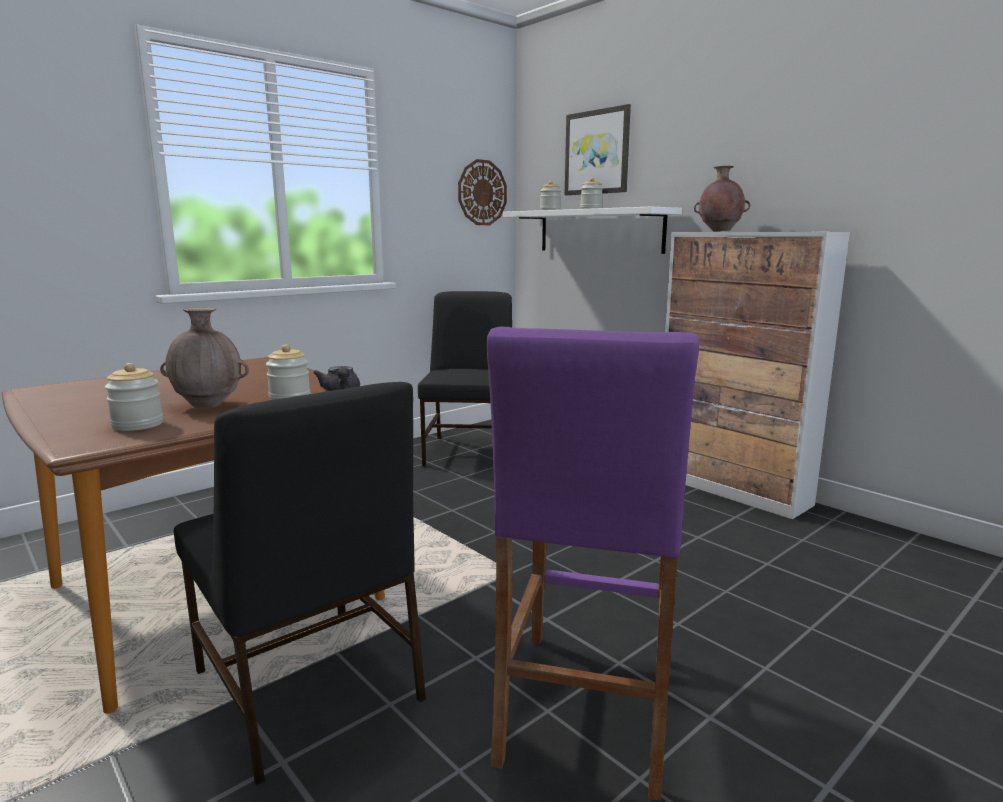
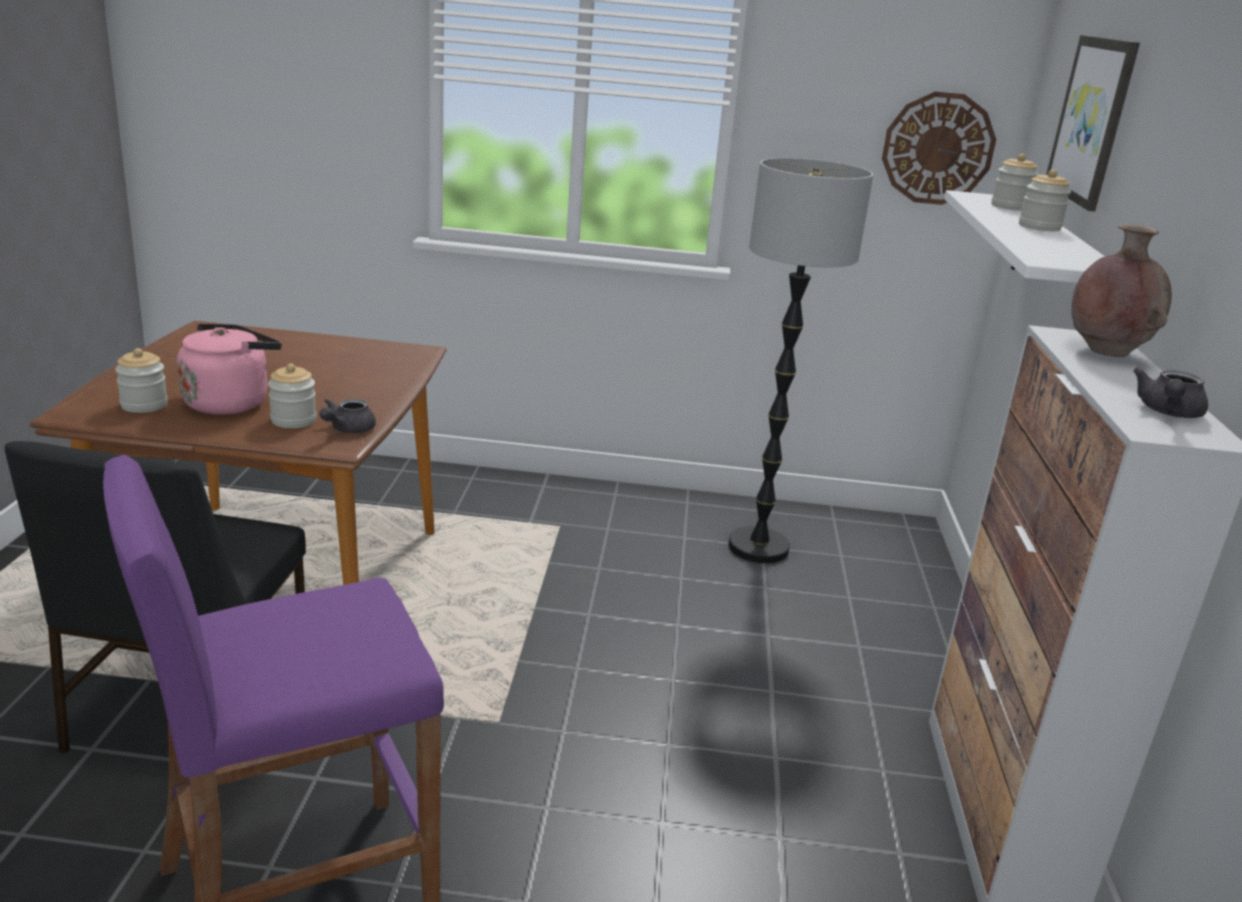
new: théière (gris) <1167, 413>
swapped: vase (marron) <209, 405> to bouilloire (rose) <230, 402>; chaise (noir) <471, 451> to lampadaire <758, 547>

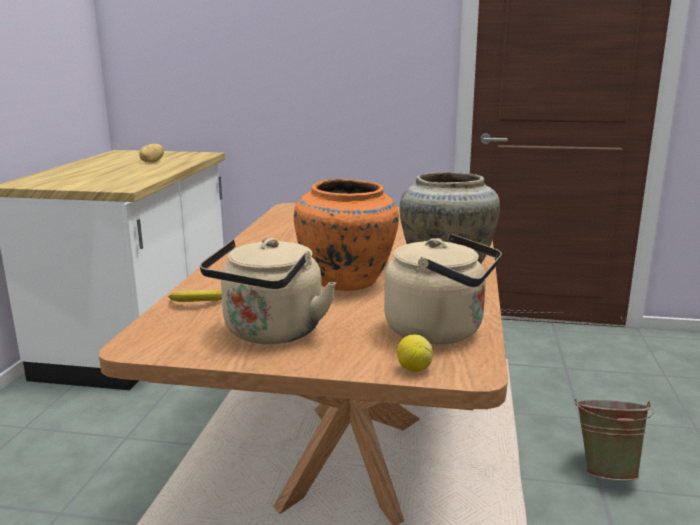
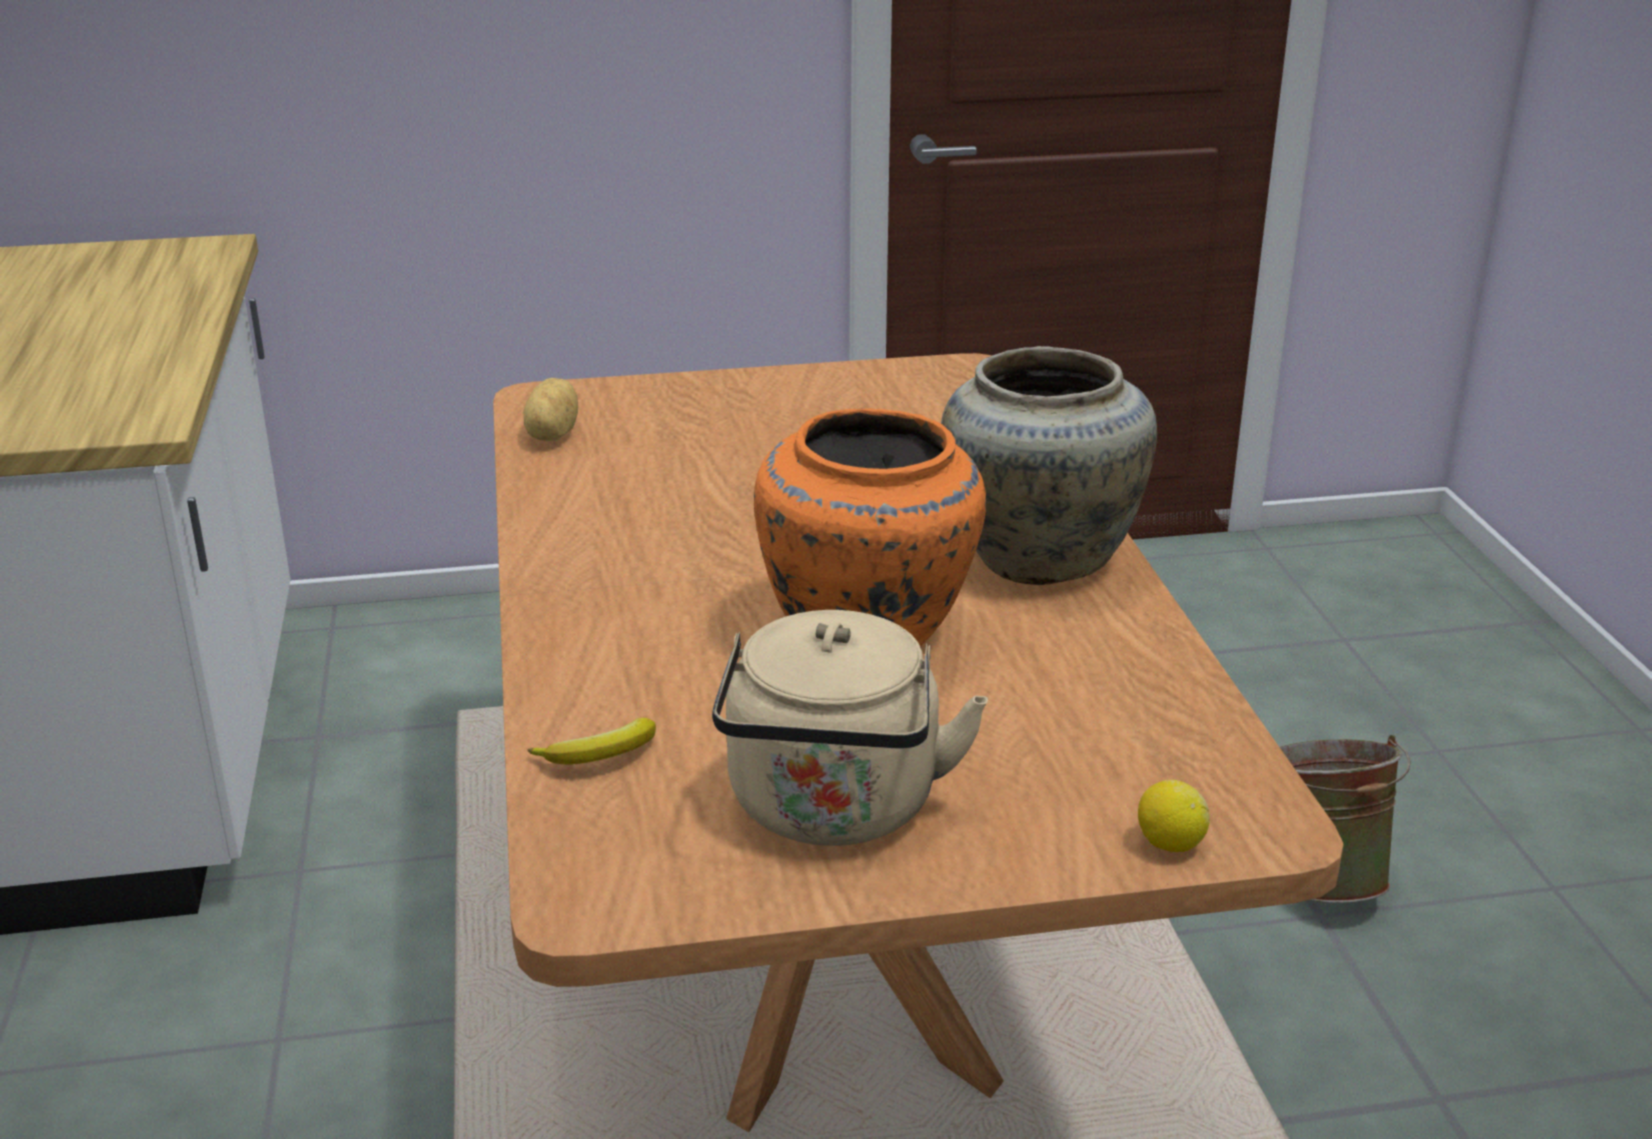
gone: bouilloire (beige) <440, 331>
shifted: pomme de terre <151, 162> to <549, 435>

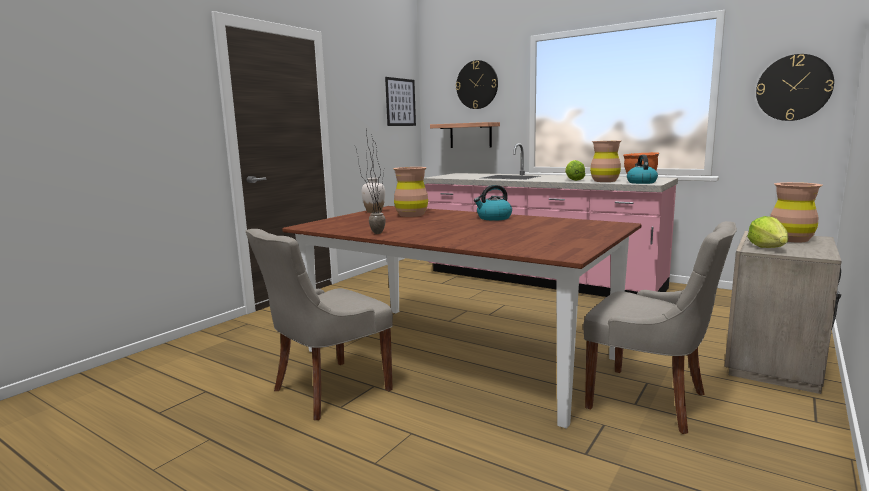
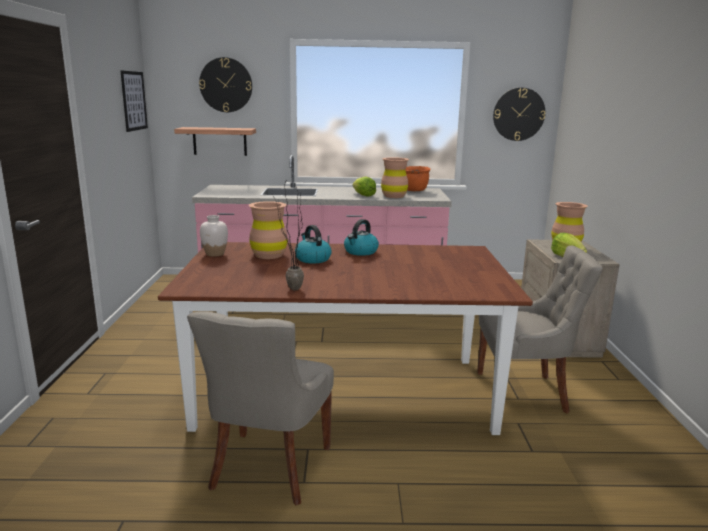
shifted: bouilloire <641, 182> to <312, 259>

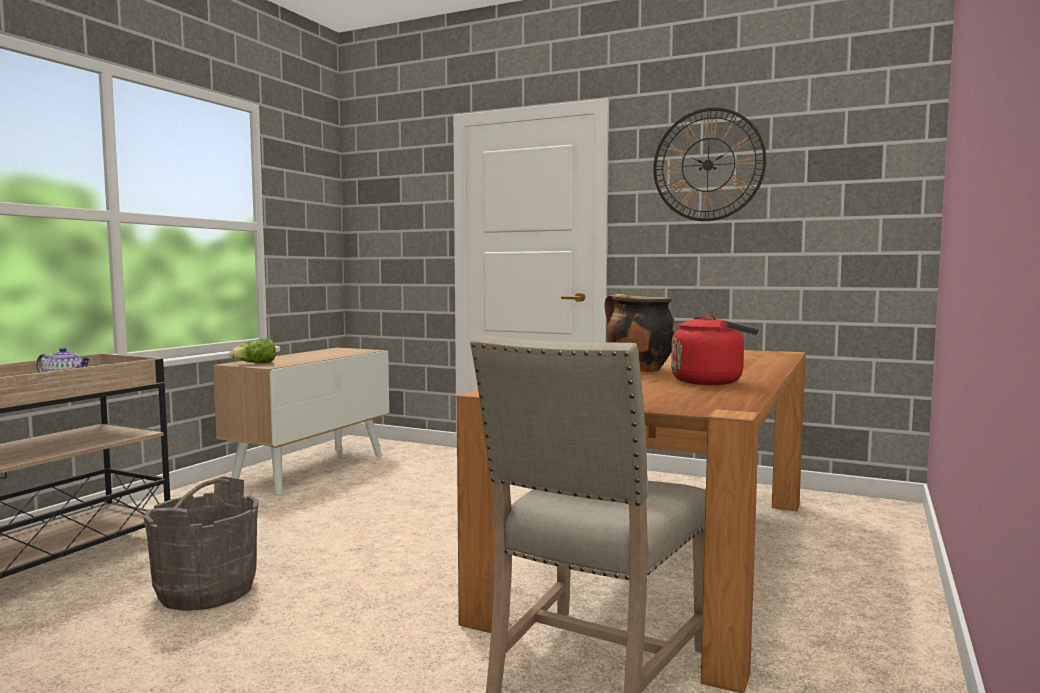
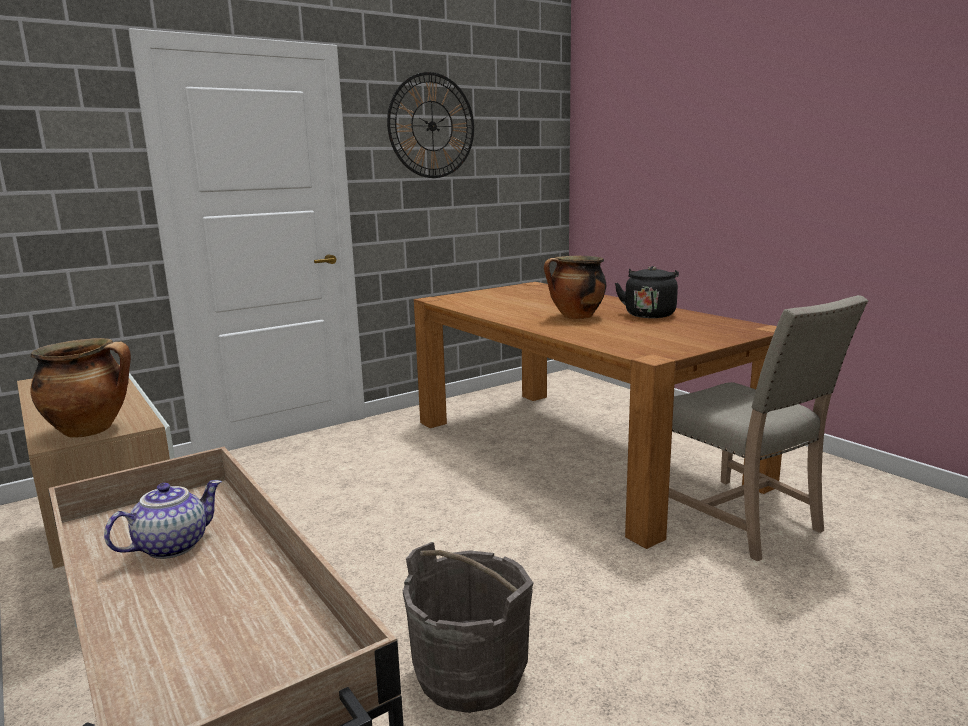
swapped: laitue <255, 364> to marmite <91, 430>
repainted: bouilloire (rouge) <710, 382> to bouilloire (noir) <649, 314>

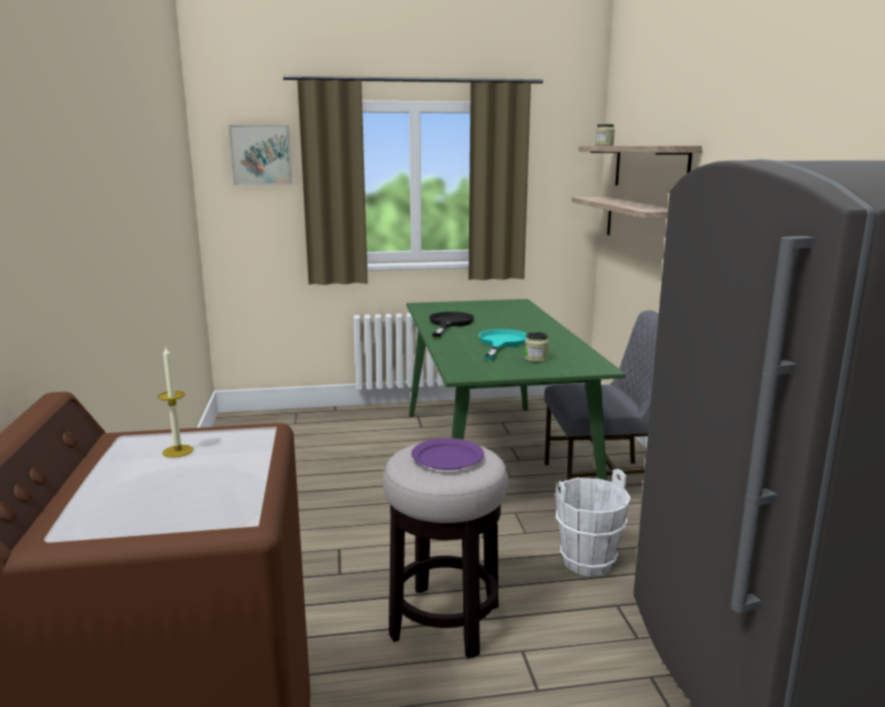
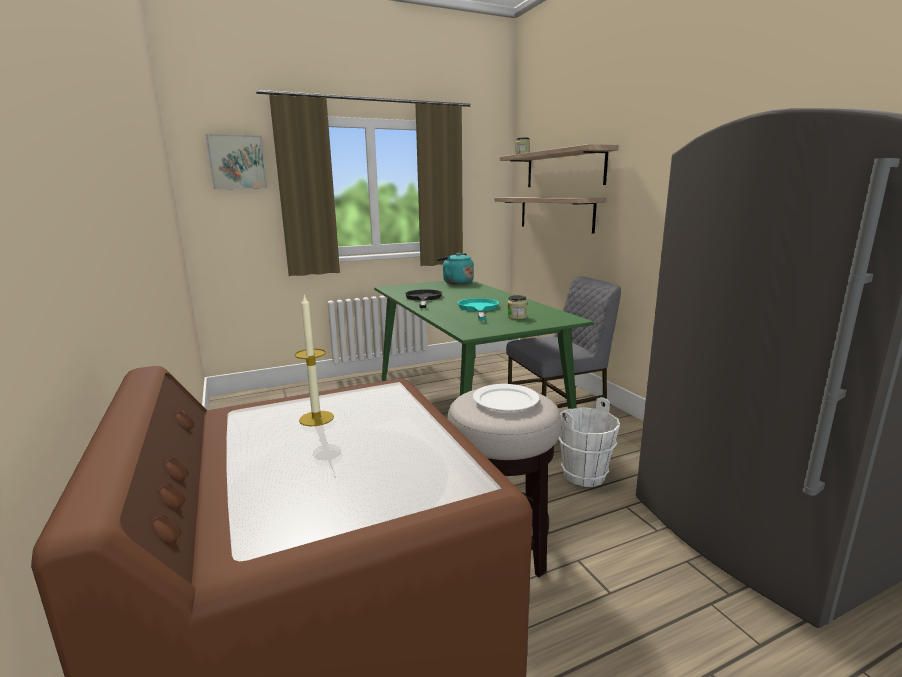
new: bouilloire (turquoise) <456, 282>
repainted: assiette (violet) <448, 457> to assiette (blanc) <506, 400>

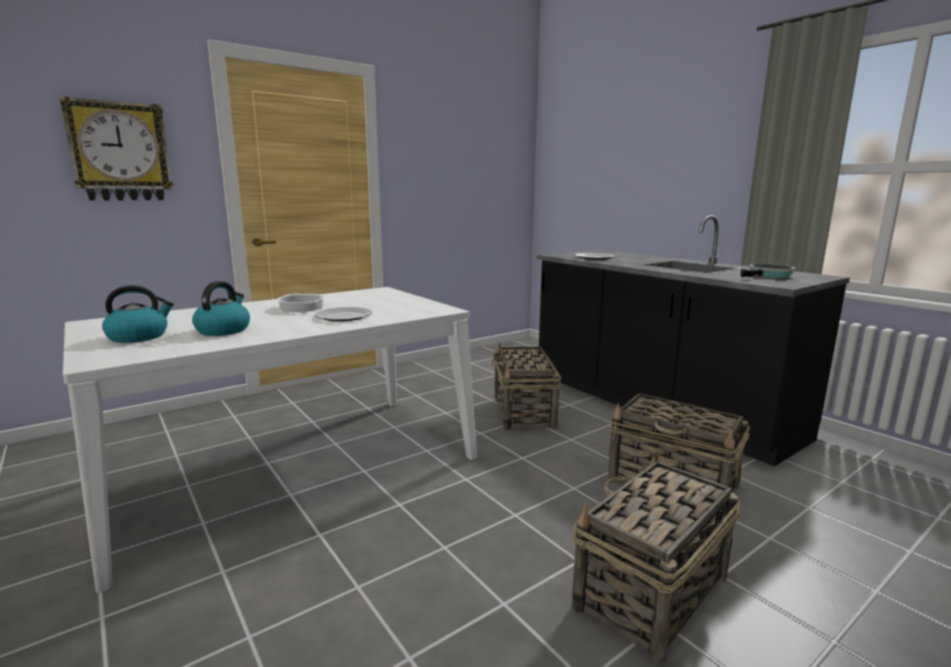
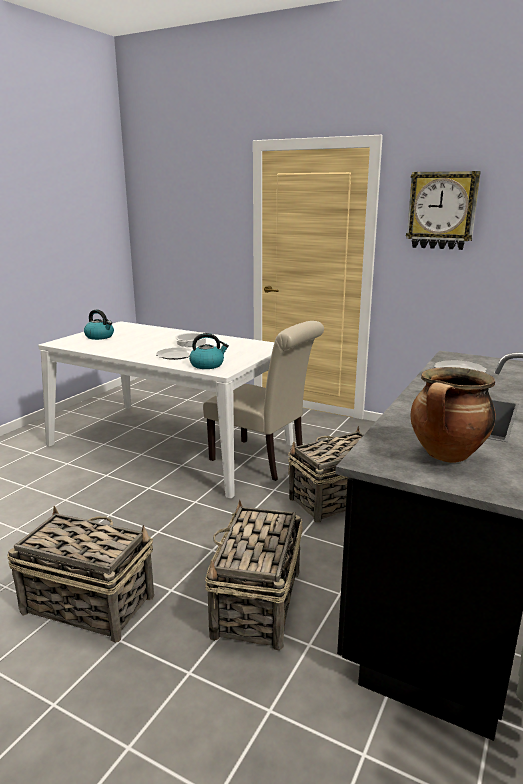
new: chaise (beige) <262, 461>
shifted: bouilloire <223, 330> to <207, 365>; horloge murale <120, 152> to <442, 210>
swapped: poêle <768, 276> to marmite <447, 456>

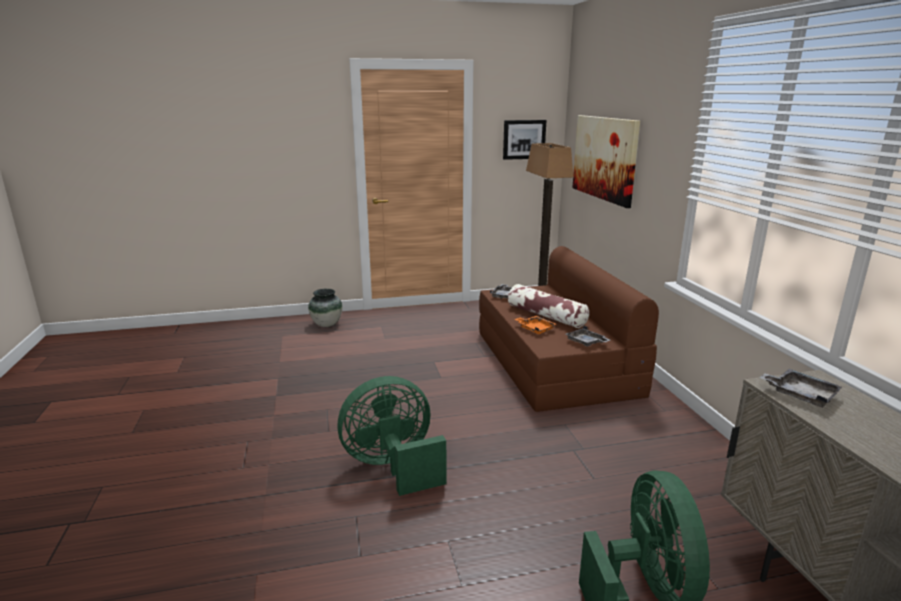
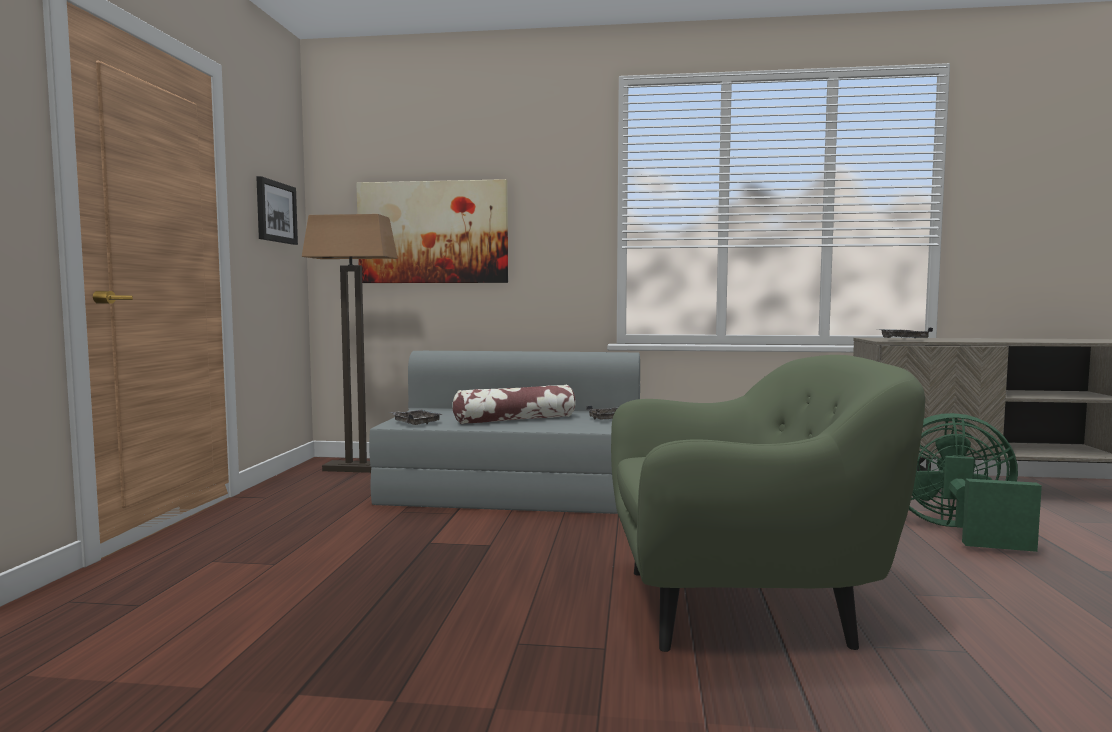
gone: vase <326, 324>; plateau (orange) <535, 329>
swapped: ventilateur (vert) <393, 466> to fauteuil (vert) <742, 606>
repainted: canapé (marron) <554, 361> to canapé (gris) <515, 487>

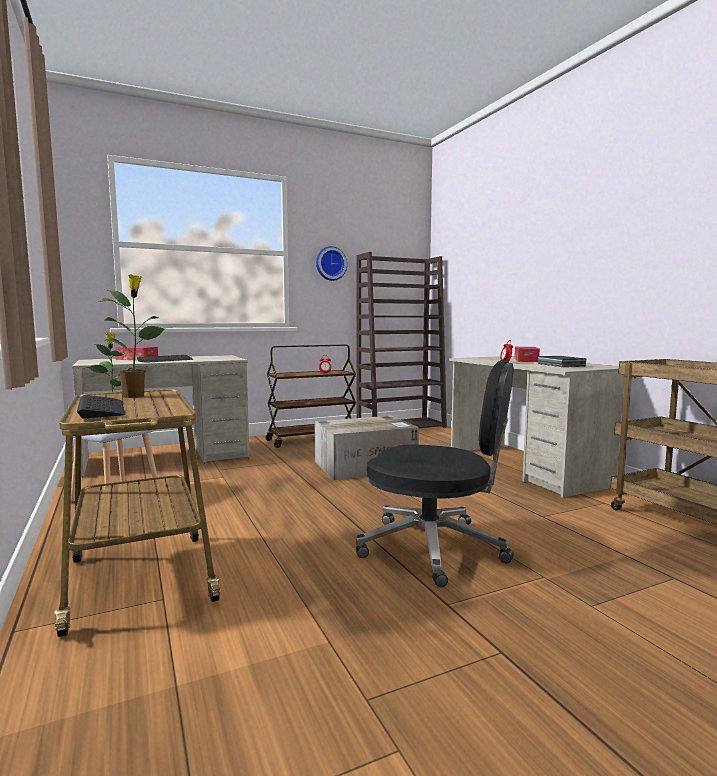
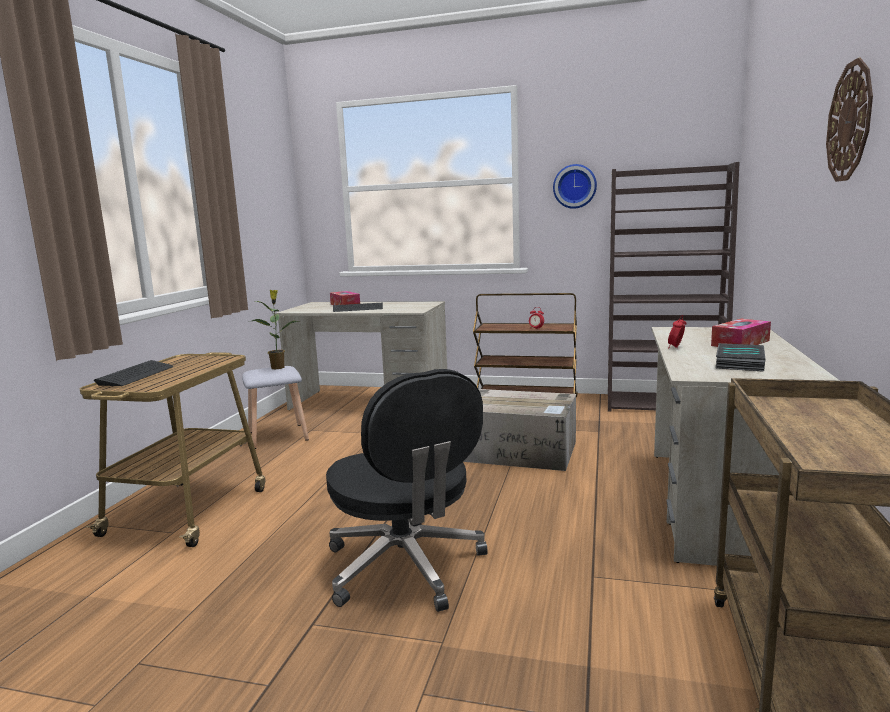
gone: plante en pot <135, 396>
new: horloge murale <850, 122>

